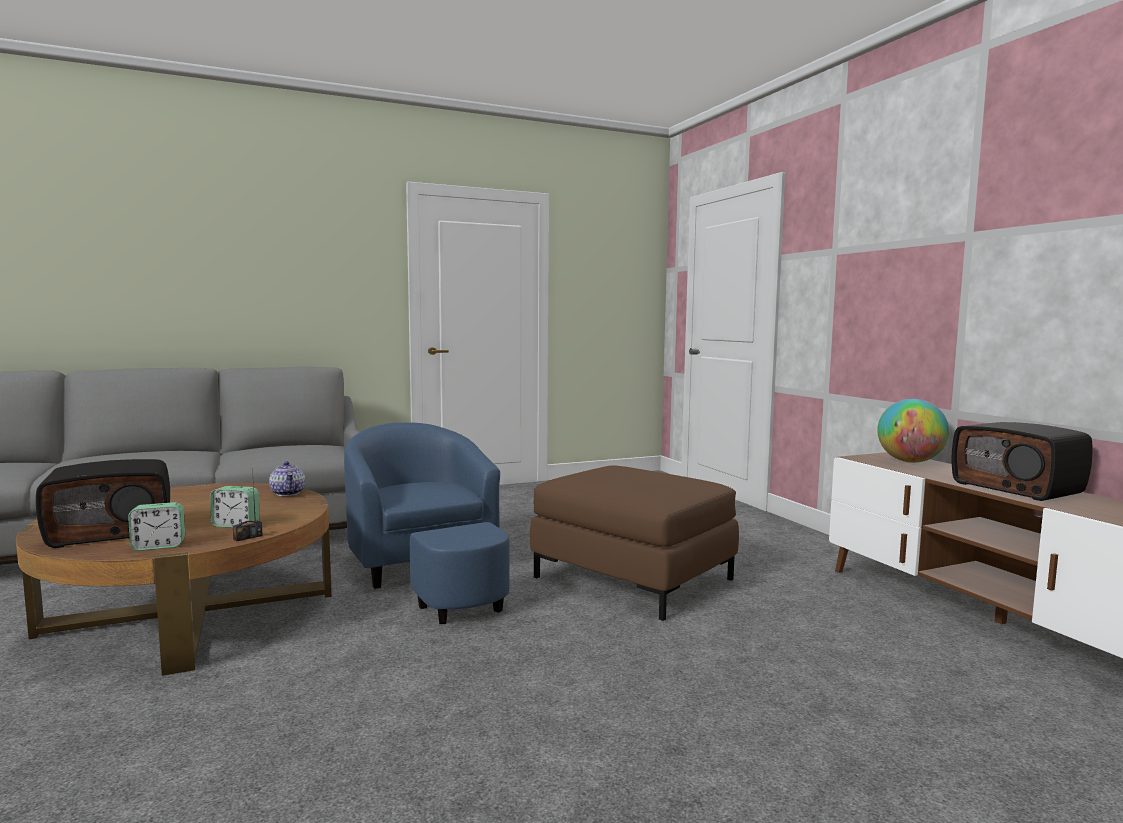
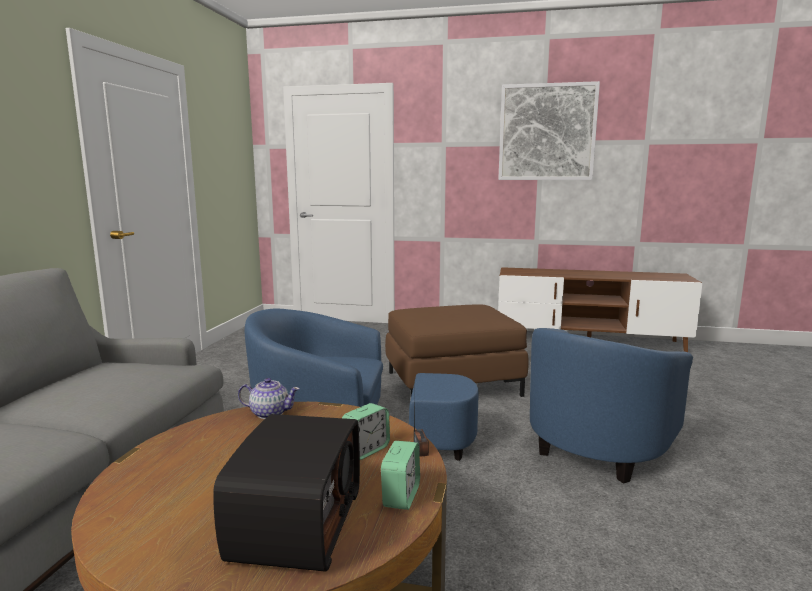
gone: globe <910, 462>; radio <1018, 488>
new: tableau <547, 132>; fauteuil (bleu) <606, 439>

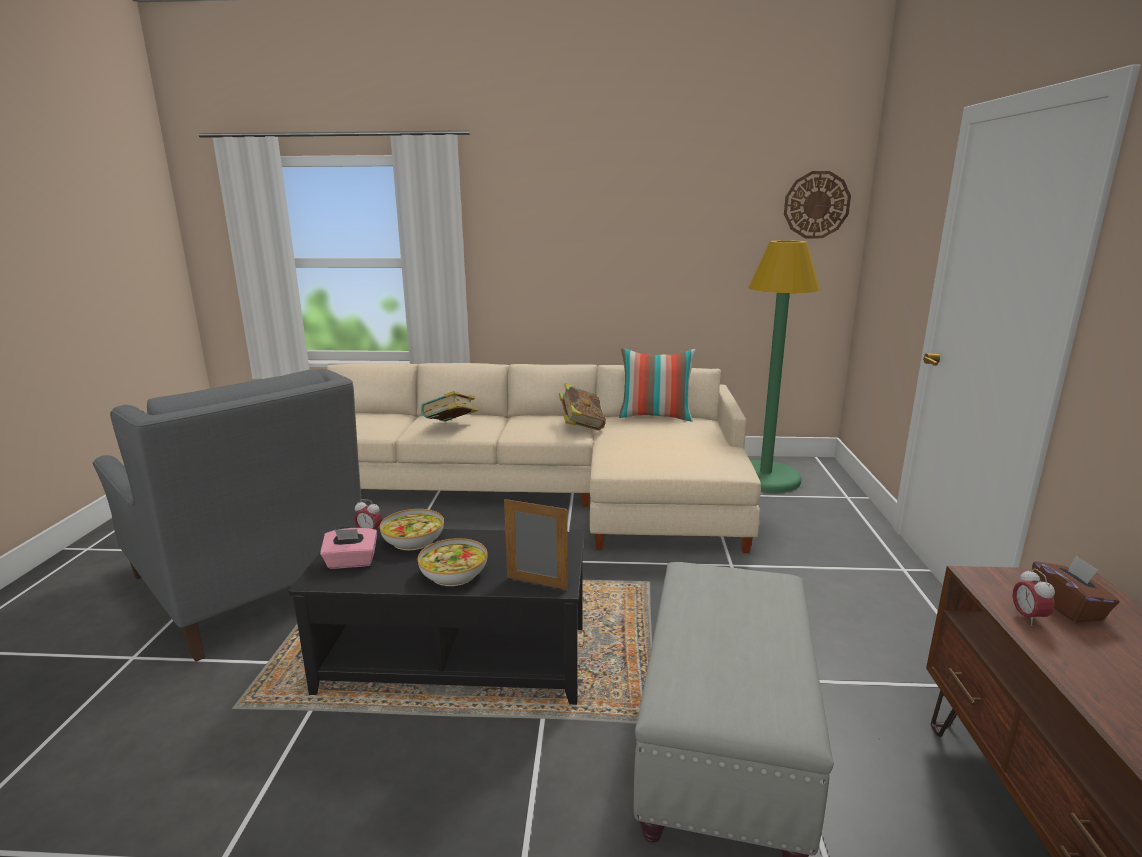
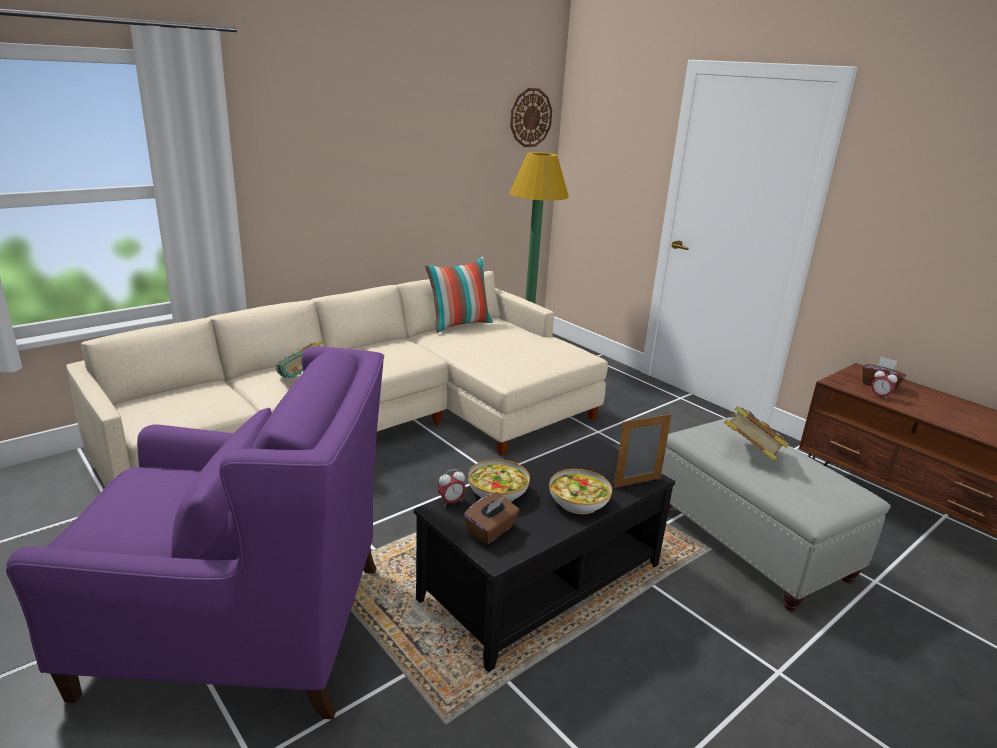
shifted: livre <581, 426> to <750, 454>
repainted: fauteuil (gris) <249, 581> to fauteuil (violet) <238, 627>; boîte à mouchoirs (rose) <351, 562> to boîte à mouchoirs (marron) <491, 531>

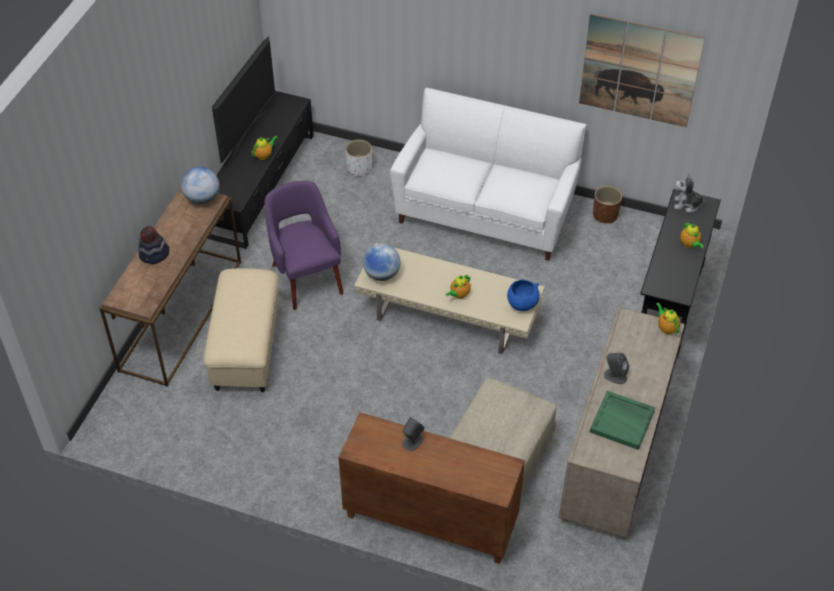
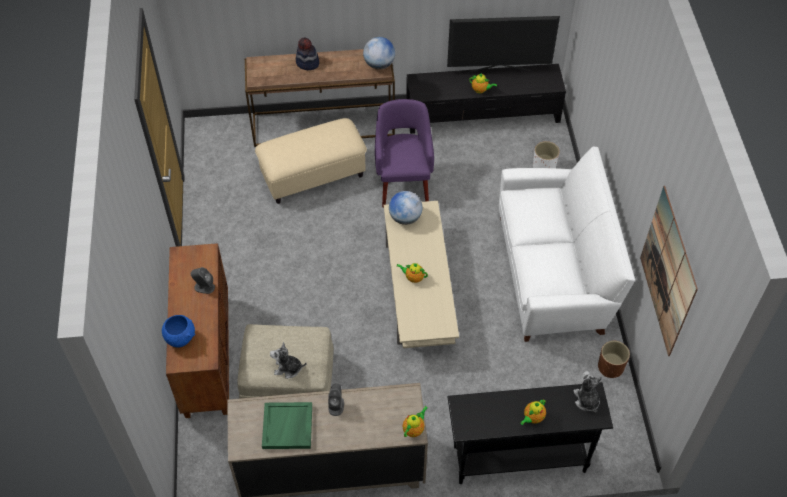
new: peluche <288, 368>
shifted: bol (bleu) <522, 304> to <180, 338>
rotated: fauteuil (violet) <306, 277> = <403, 182> 45 degrees counterclockwise

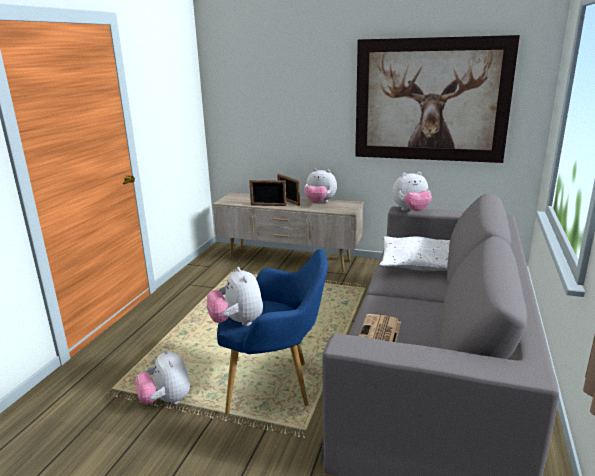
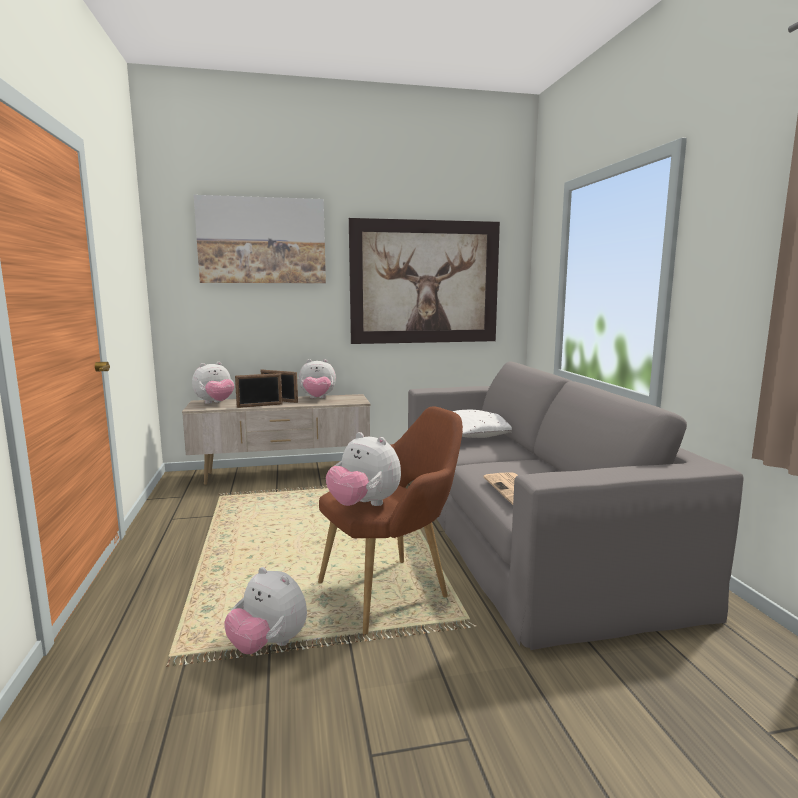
new: tableau <262, 241>
shifted: peluche <411, 211> to <215, 403>
repainted: fauteuil (bleu) <275, 386> to fauteuil (marron) <392, 590>

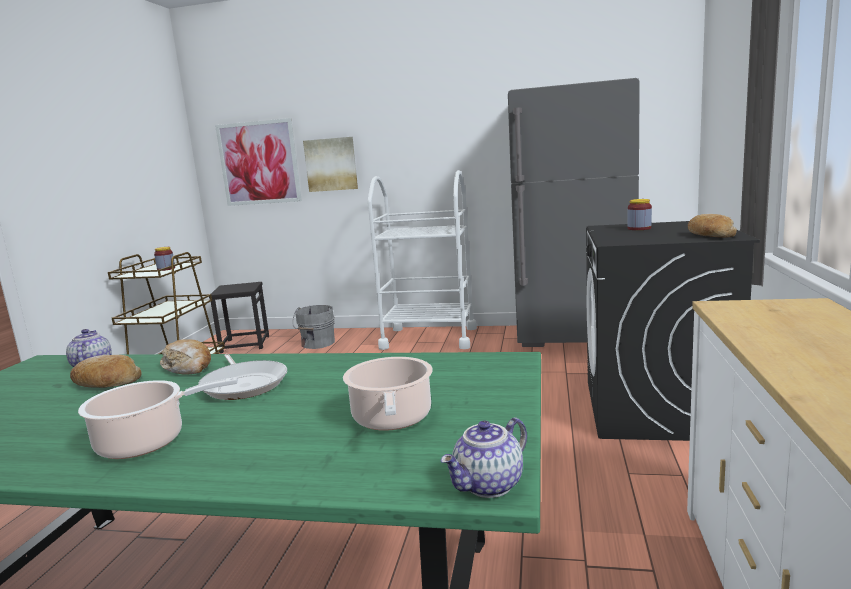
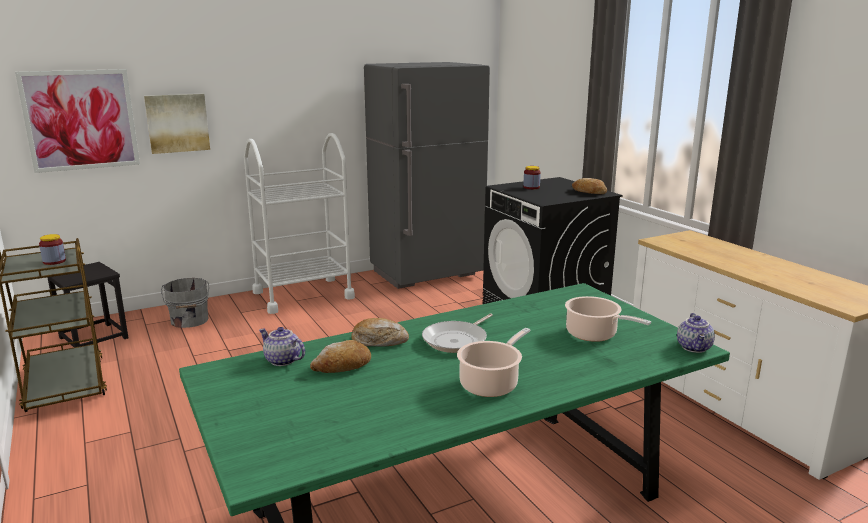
rotated: poêle <244, 384> = <457, 340> 105 degrees clockwise

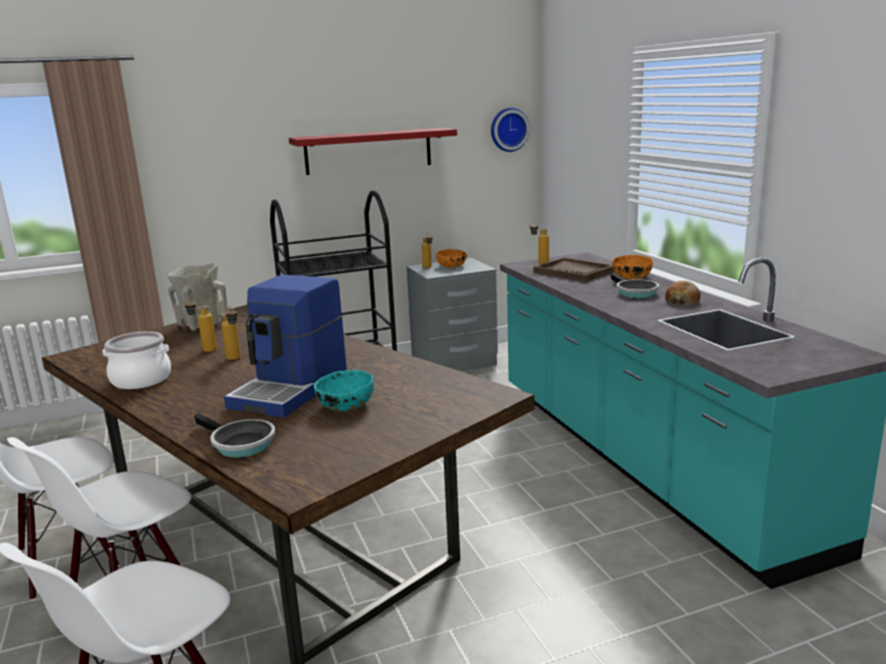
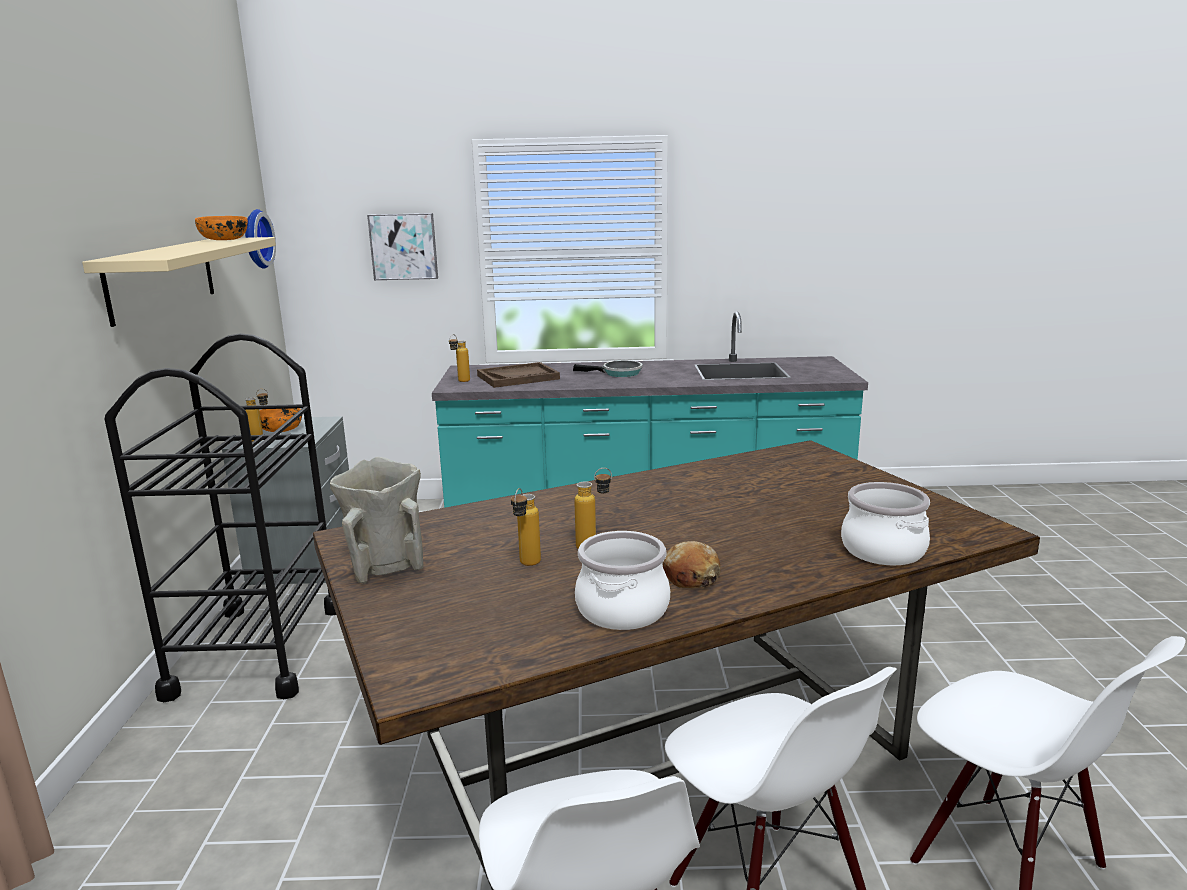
gone: machine à café <292, 389>; bol (turquoise) <345, 405>
new: tableau <404, 246>
shifted: bol (orange) <631, 277> to <224, 239>; pain <682, 301> to <691, 576>
swapped: poêle <240, 444> to marmite <883, 550>
repainted: étagère (rouge) <368, 151> to étagère (beige) <162, 278>

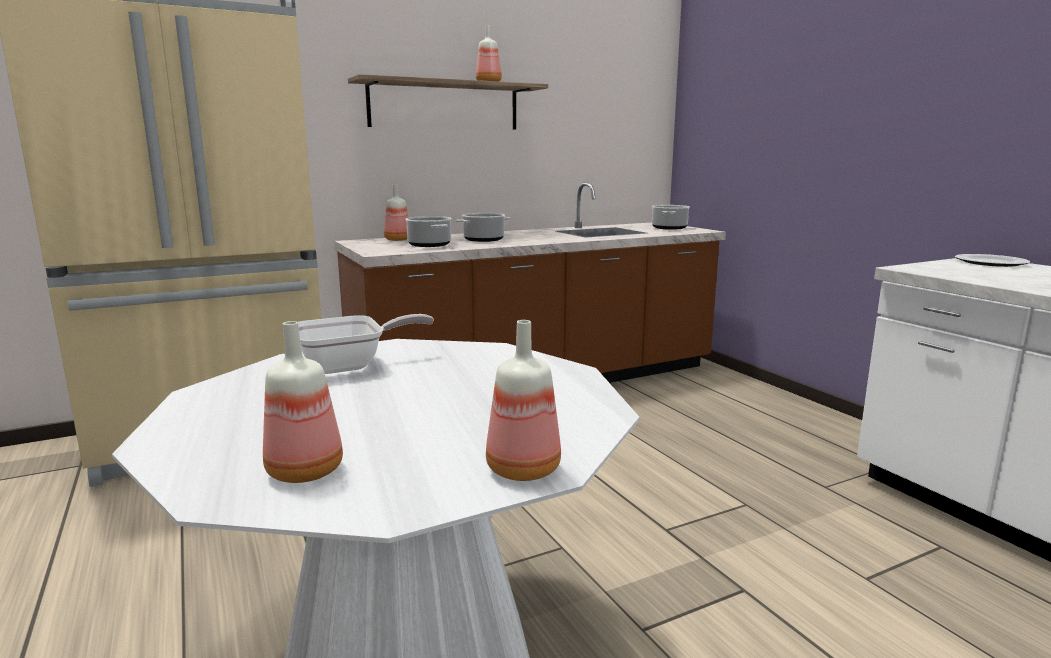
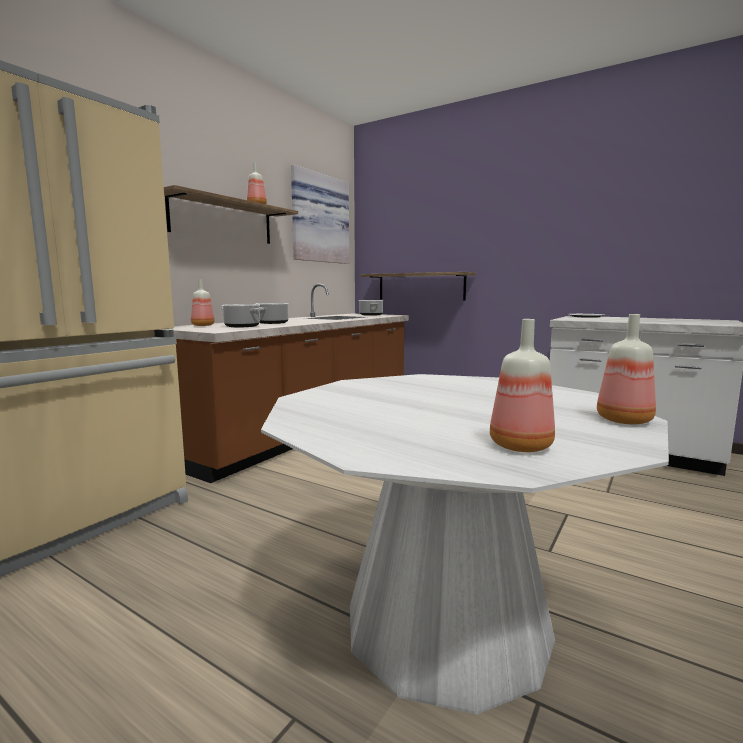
gone: poêle <350, 365>
new: tableau <318, 219>; étagère <420, 286>

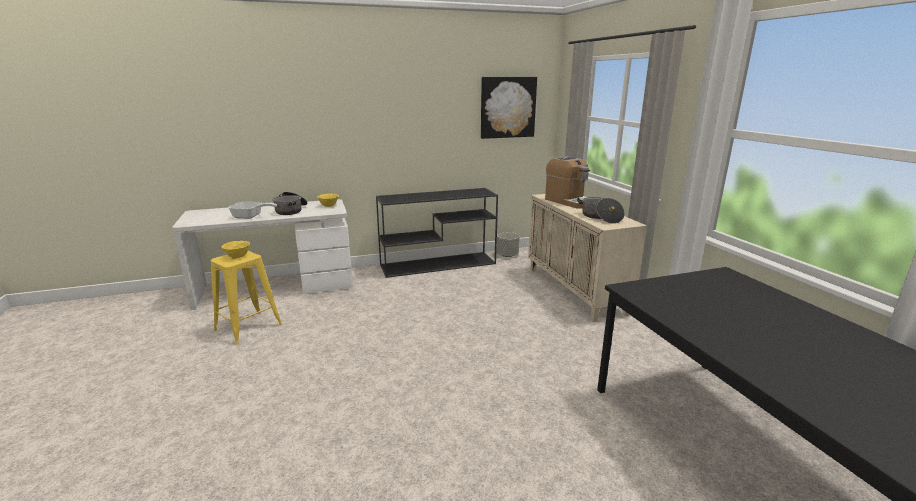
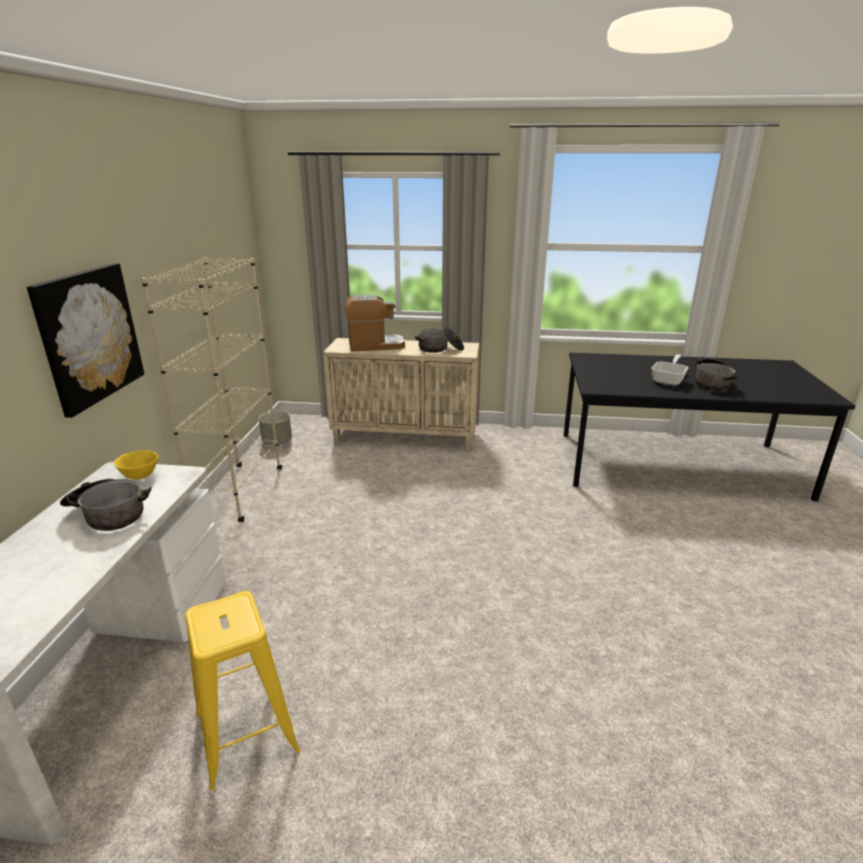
gone: bol (jaune) <237, 256>
new: marmite <711, 383>
shifted: tableau <507, 107> to <89, 336>; poêle <250, 217> to <669, 380>
swapped: table console (noir) <439, 264> to bibliothèque (beige) <239, 492>

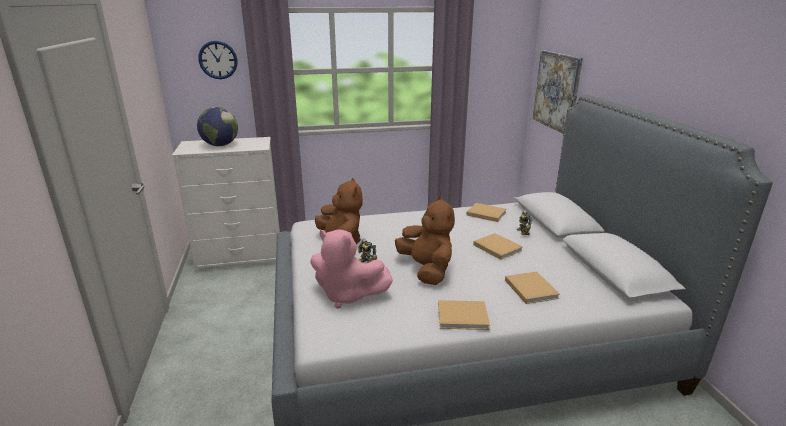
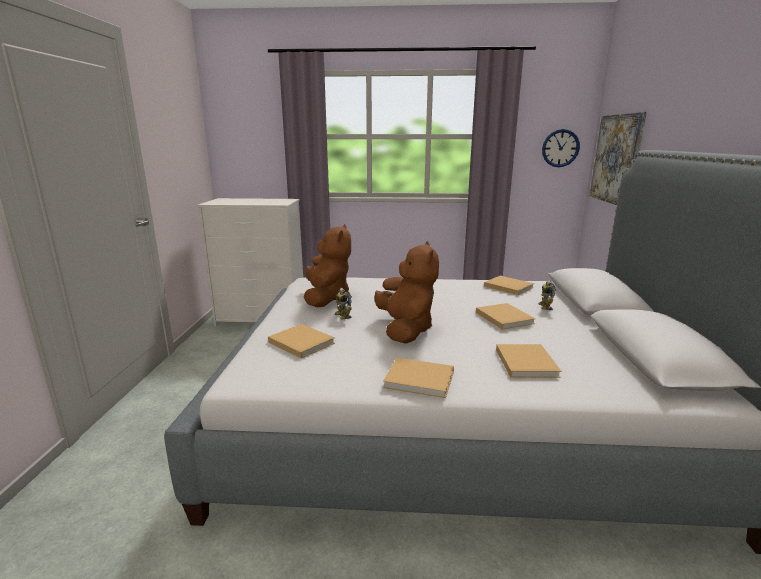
gone: globe <220, 145>
shifted: horloge murale <218, 60> to <560, 148>
swapped: peluche (rose) <347, 295> to livre (beige) <300, 342>

